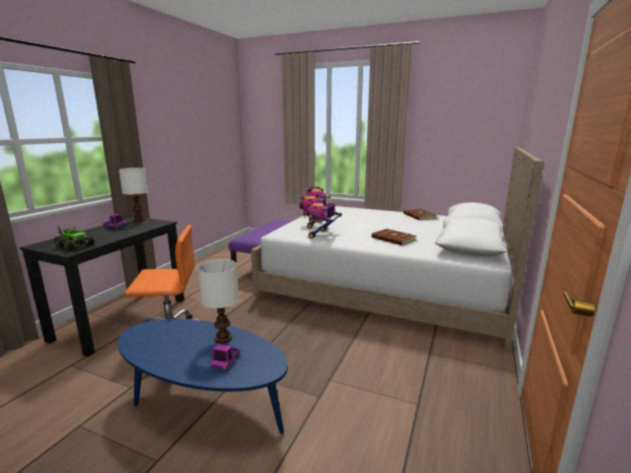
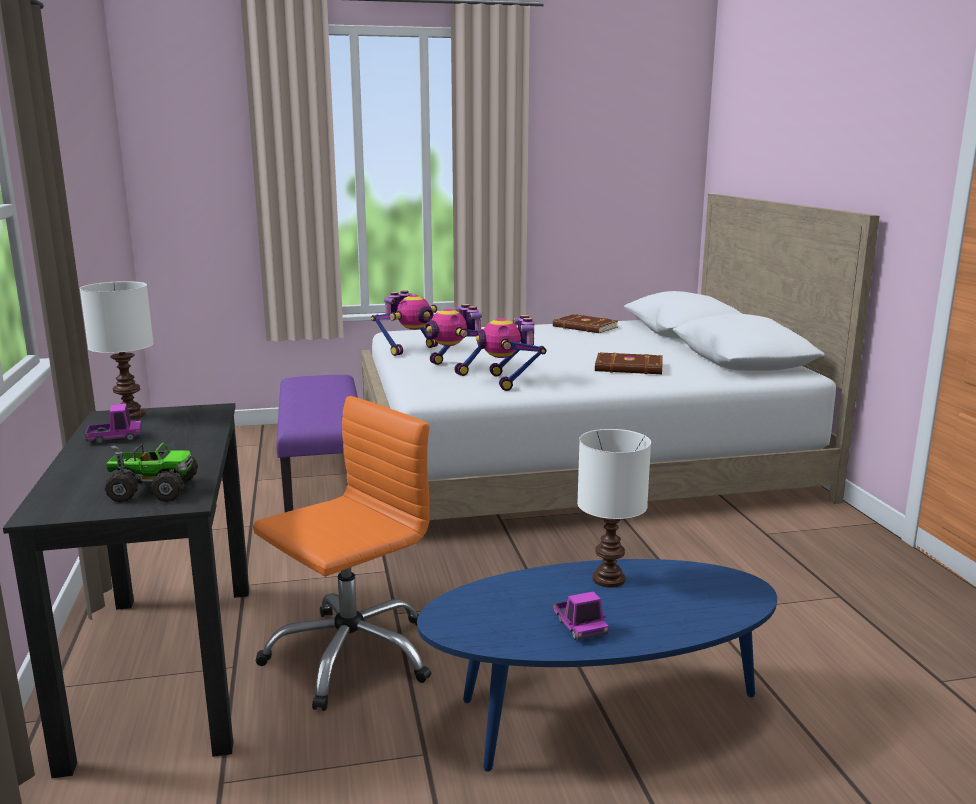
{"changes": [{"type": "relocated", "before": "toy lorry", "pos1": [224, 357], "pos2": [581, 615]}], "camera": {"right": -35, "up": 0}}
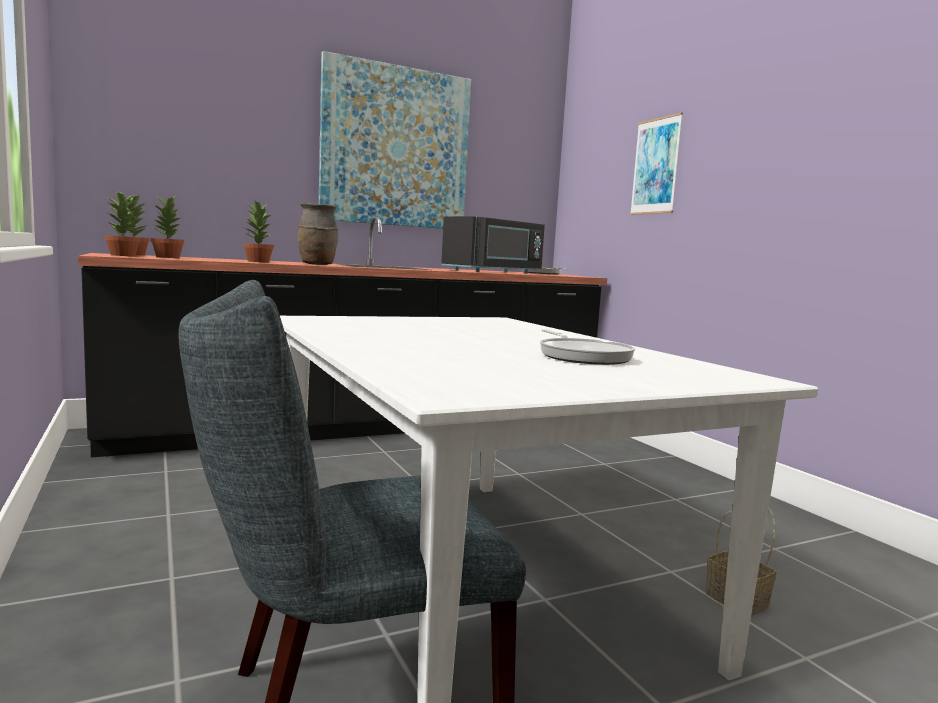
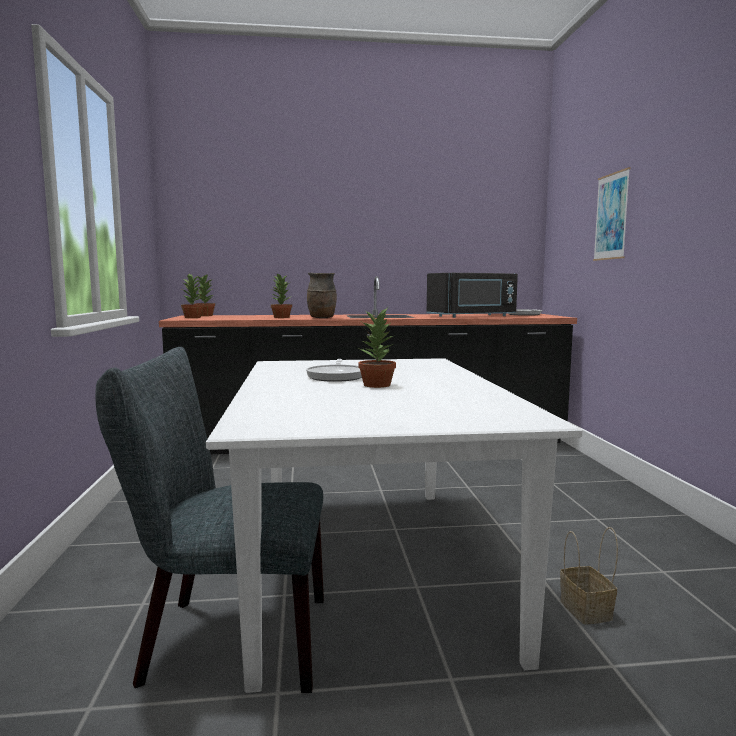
{"changes": [{"type": "missing", "before": "wall picture", "pos1": [395, 140]}, {"type": "relocated", "before": "potted plant", "pos1": [167, 226], "pos2": [377, 347]}, {"type": "relocated", "before": "pan", "pos1": [587, 347], "pos2": [334, 370]}], "camera": {"right": 20, "up": 0}}
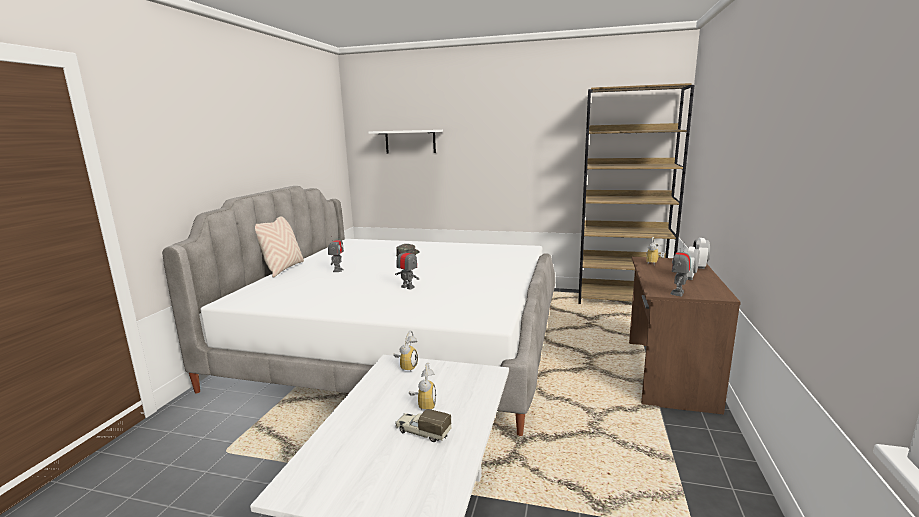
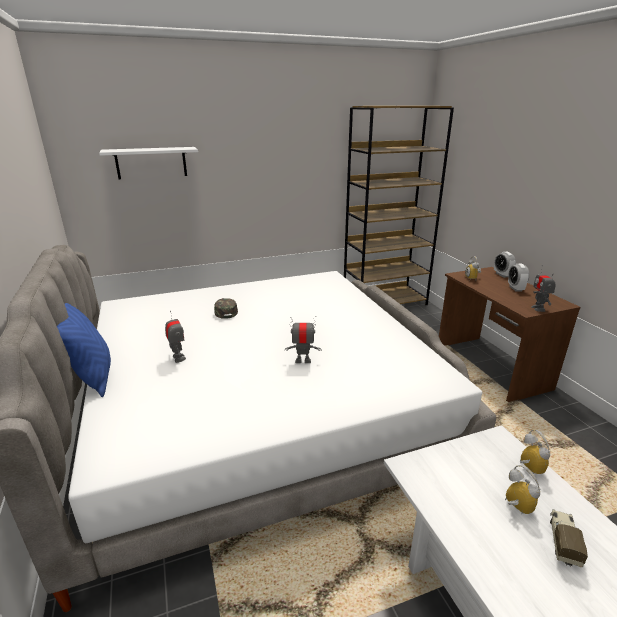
{"changes": [{"type": "colour", "before": "sand-coloured pillow", "after": "bluish pillow", "pos1": [279, 247], "pos2": [84, 350]}, {"type": "relocated", "before": "alarm clock", "pos1": [405, 351], "pos2": [535, 452]}, {"type": "spun", "before": "toy lorry", "pos1": [423, 425], "pos2": [569, 538], "turn": 120}], "camera": {"right": -35, "up": 10}}
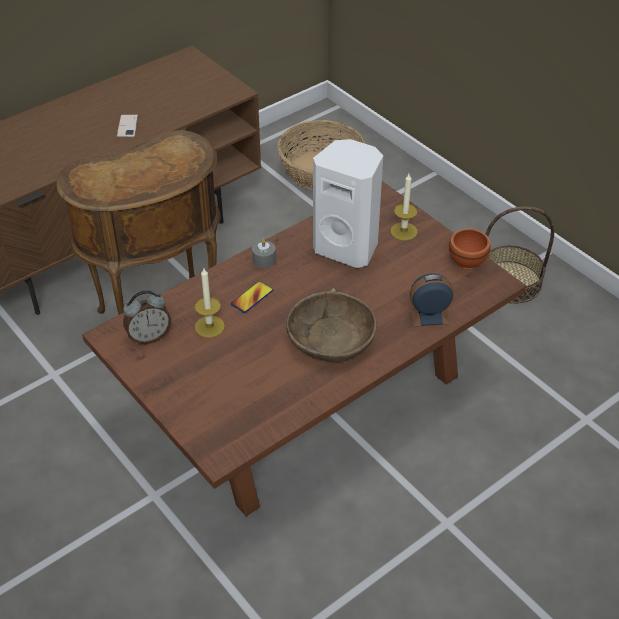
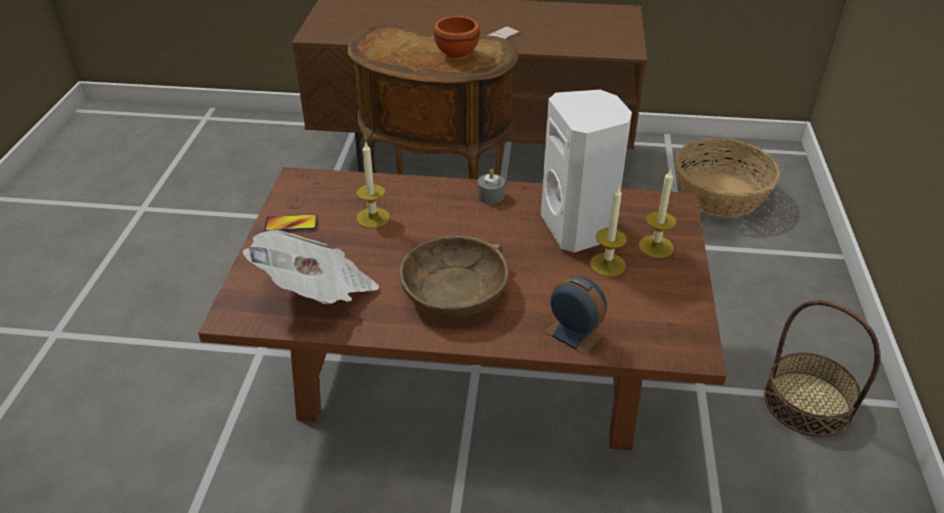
{"changes": [{"type": "relocated", "before": "brown-coloured serving bowl", "pos1": [469, 248], "pos2": [457, 38]}, {"type": "relocated", "before": "handset", "pos1": [252, 297], "pos2": [290, 222]}, {"type": "missing", "before": "alarm clock", "pos1": [147, 317]}, {"type": "appeared", "after": "wax light", "pos2": [608, 231]}, {"type": "appeared", "after": "daily paper", "pos2": [310, 267]}], "camera": {"right": 45, "up": -5}}
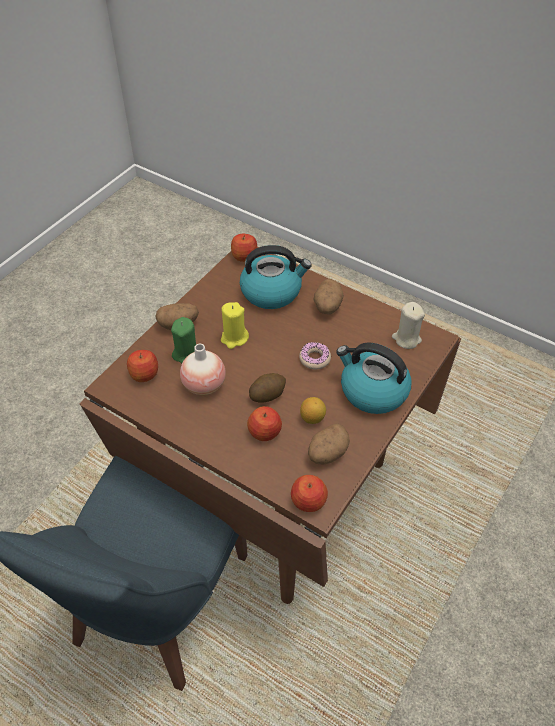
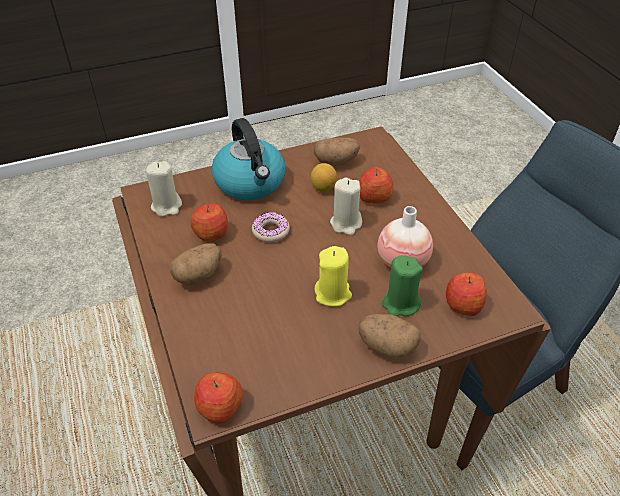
{"changes": [{"type": "missing", "before": "kettle", "pos1": [276, 277]}, {"type": "exchanged", "before": "spud", "after": "sand-coloured wax light", "pos1": [267, 388], "pos2": [346, 206]}, {"type": "relocated", "before": "whole apple", "pos1": [309, 493], "pos2": [209, 222]}], "camera": {"right": -145, "up": -5}}
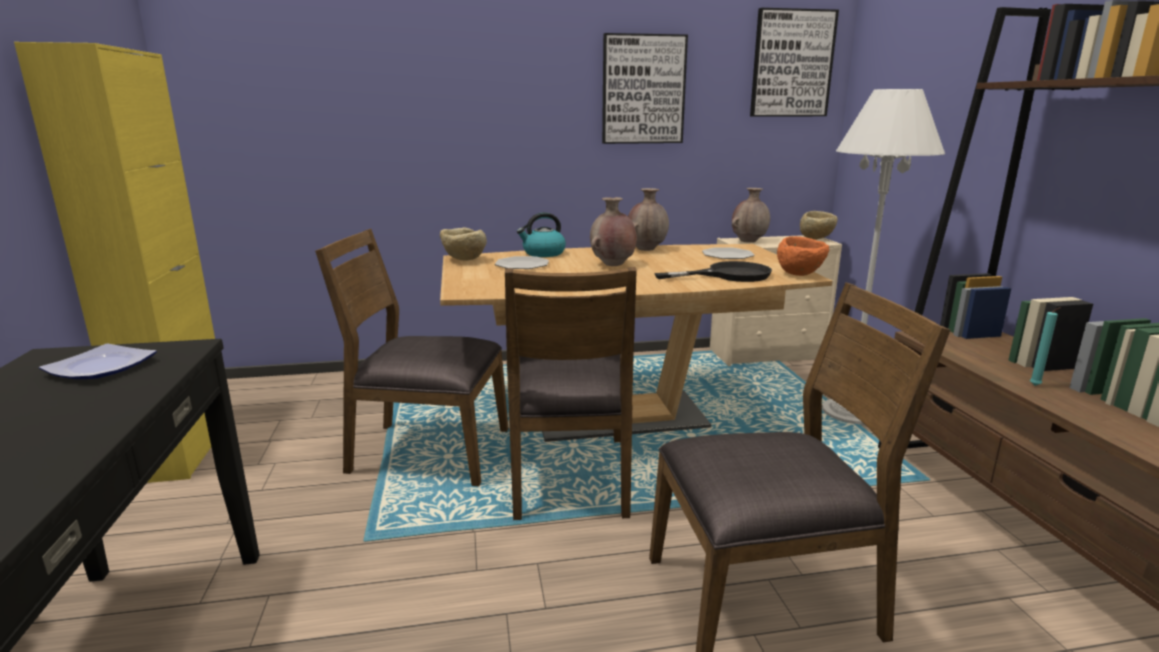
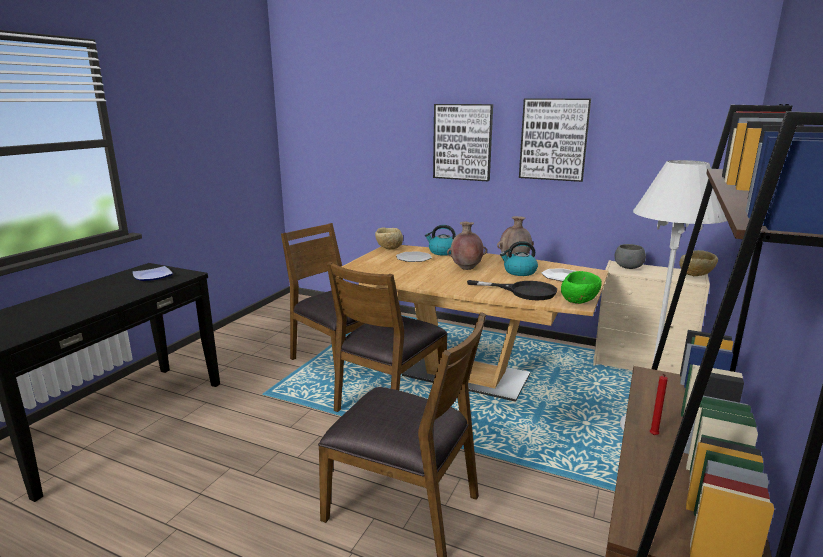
{"changes": [{"type": "relocated", "before": "wall picture", "pos1": [794, 62], "pos2": [463, 142]}, {"type": "missing", "before": "yellowish cabinet", "pos1": [114, 262]}, {"type": "exchanged", "before": "brown-coloured flower vase", "after": "greyish serving bowl", "pos1": [751, 215], "pos2": [630, 256]}, {"type": "colour", "before": "orange serving bowl", "after": "greenish serving bowl", "pos1": [803, 256], "pos2": [581, 287]}, {"type": "colour", "before": "turquoise wax light", "after": "reddish wax light", "pos1": [1045, 346], "pos2": [659, 404]}, {"type": "appeared", "after": "kettle", "pos2": [519, 258]}], "camera": {"right": 35, "up": 0}}
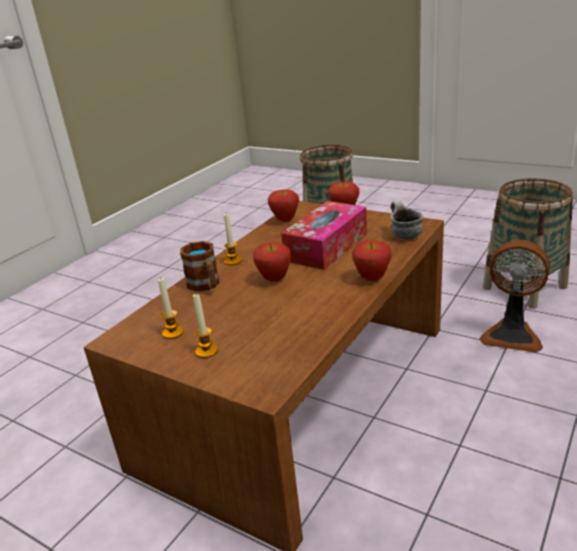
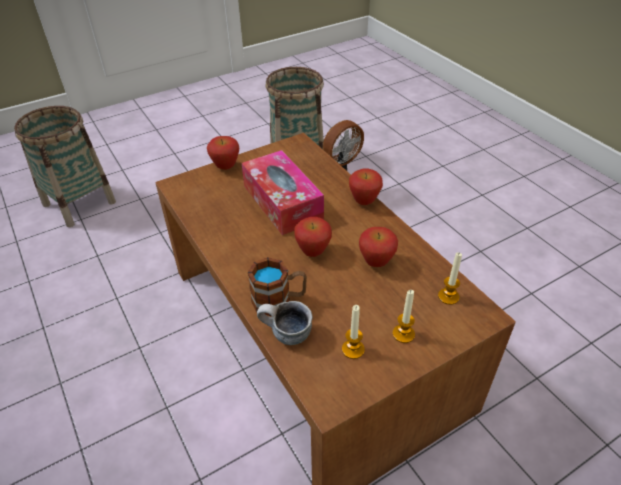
{"changes": [{"type": "relocated", "before": "whole apple", "pos1": [283, 205], "pos2": [378, 247]}, {"type": "relocated", "before": "tea mug", "pos1": [407, 219], "pos2": [285, 323]}, {"type": "relocated", "before": "wax light", "pos1": [233, 239], "pos2": [450, 278]}], "camera": {"right": -65, "up": 15}}
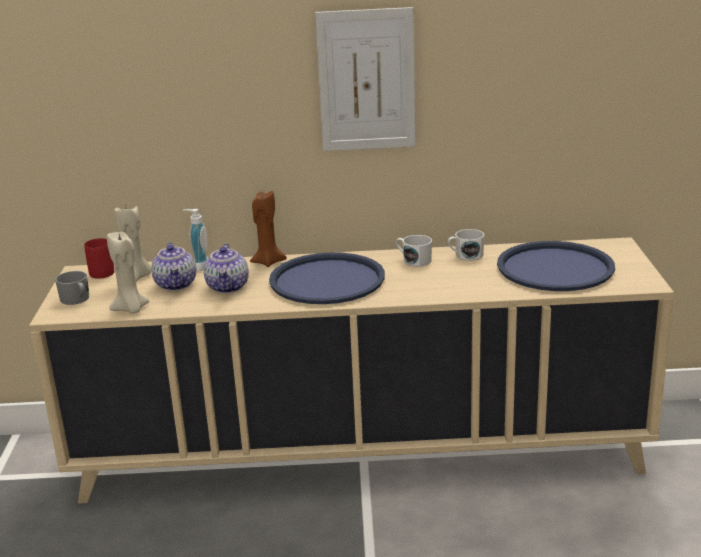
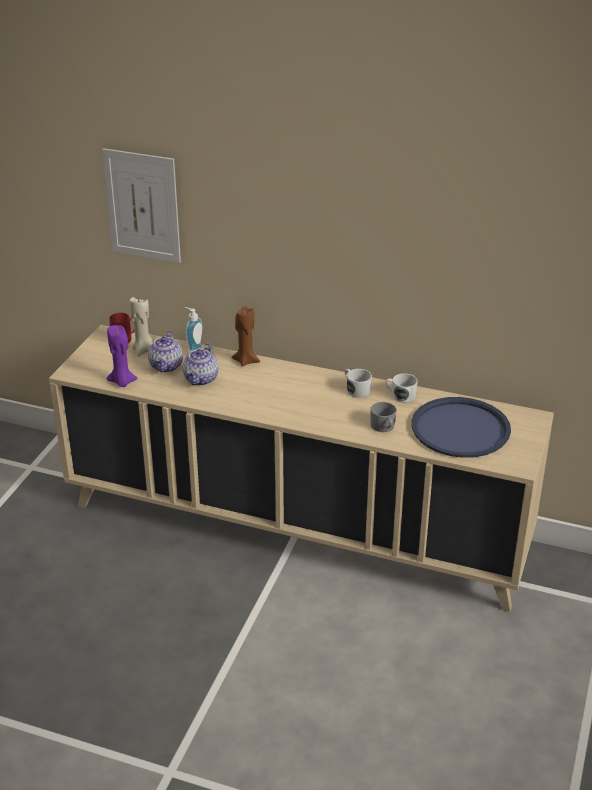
{"changes": [{"type": "relocated", "before": "wall picture", "pos1": [365, 79], "pos2": [141, 205]}, {"type": "colour", "before": "sand-coloured wax light", "after": "purplish wax light", "pos1": [128, 272], "pos2": [122, 356]}, {"type": "missing", "before": "bluish carrying tray", "pos1": [327, 278]}, {"type": "relocated", "before": "greyish tea mug", "pos1": [72, 288], "pos2": [383, 417]}], "camera": {"right": 20, "up": 10}}
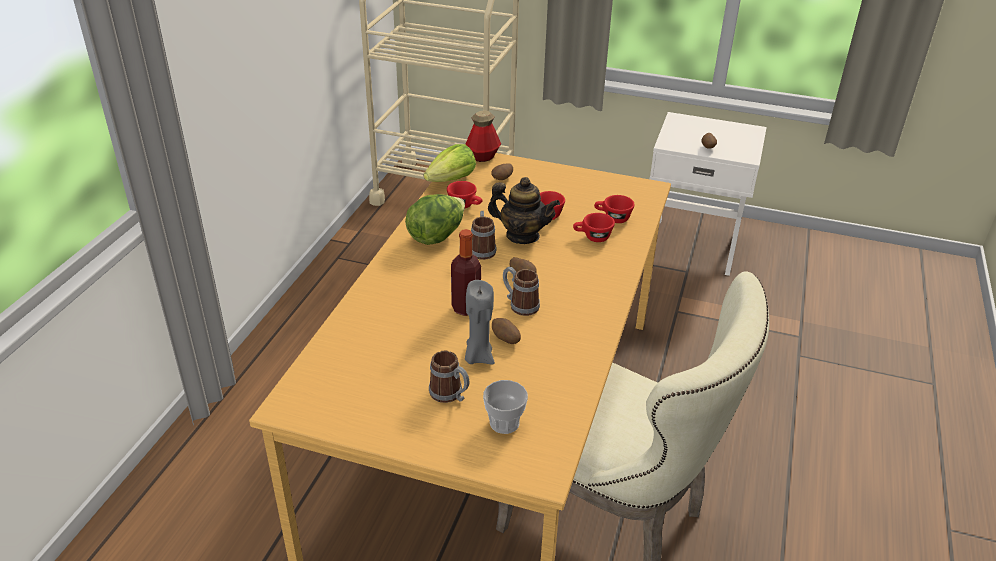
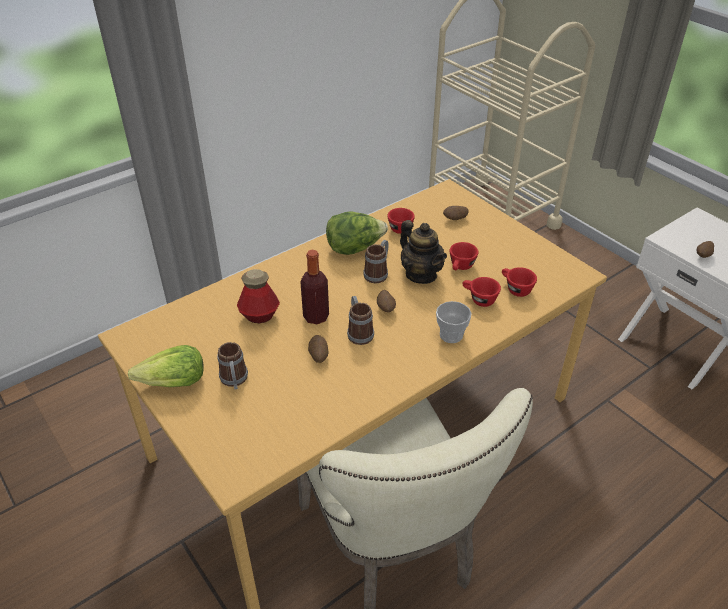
{"changes": [{"type": "relocated", "before": "beverage bottle", "pos1": [483, 136], "pos2": [258, 296]}, {"type": "relocated", "before": "lettuce head", "pos1": [450, 163], "pos2": [166, 366]}, {"type": "missing", "before": "greyish wax light", "pos1": [480, 322]}, {"type": "relocated", "before": "small cup", "pos1": [505, 407], "pos2": [453, 322]}], "camera": {"right": 35, "up": 5}}
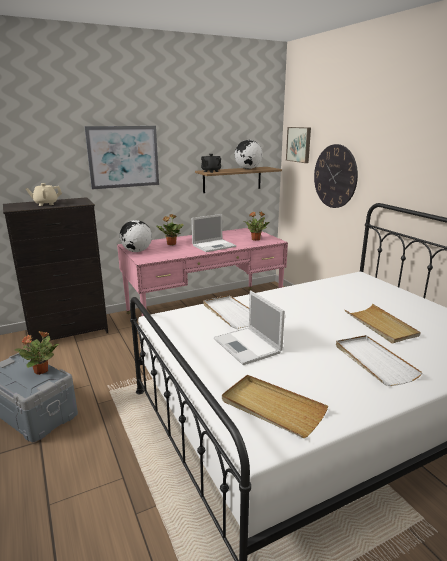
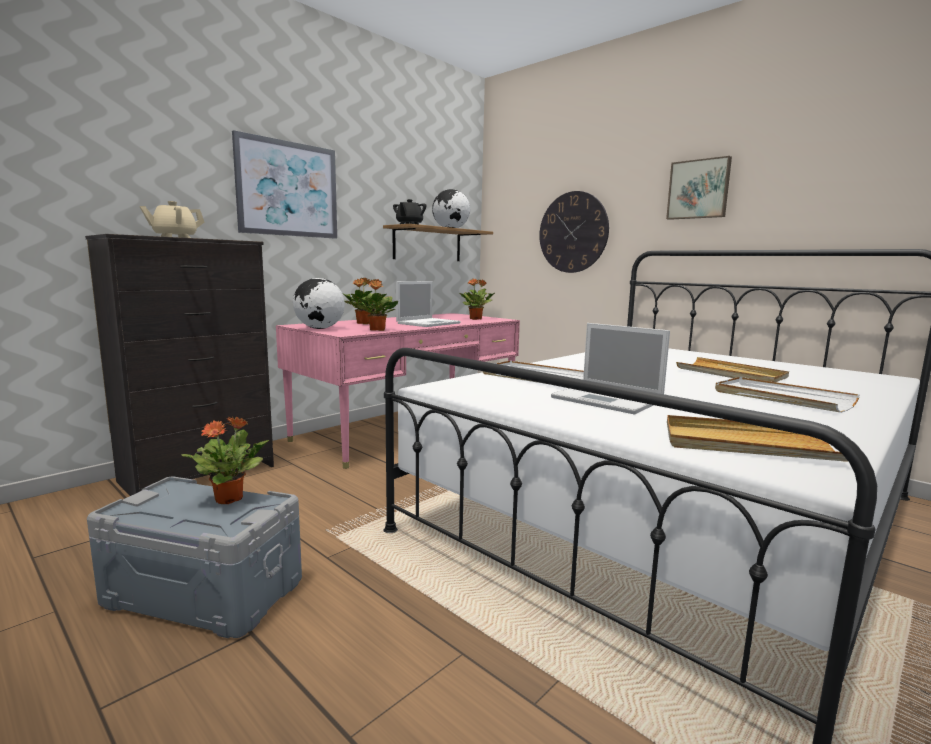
{"changes": [{"type": "relocated", "before": "wall picture", "pos1": [298, 145], "pos2": [699, 188]}, {"type": "appeared", "after": "potted plant", "pos2": [377, 305]}], "camera": {"right": -20, "up": -10}}
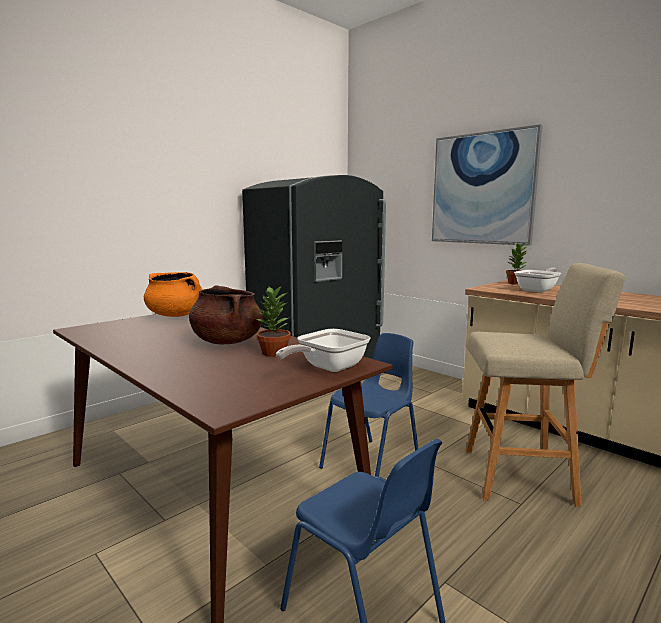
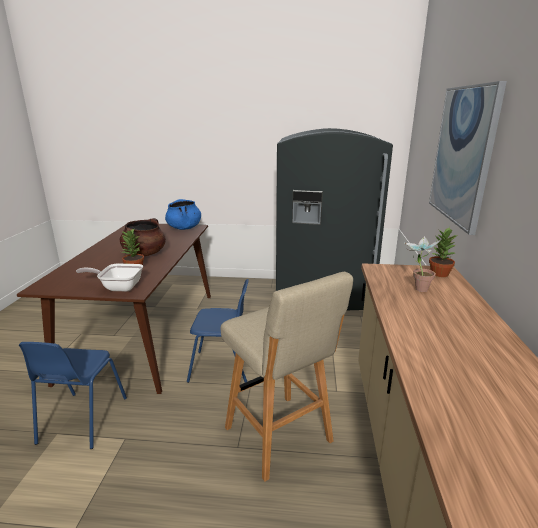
{"changes": [{"type": "exchanged", "before": "pan", "after": "potted plant", "pos1": [537, 280], "pos2": [422, 264]}, {"type": "colour", "before": "orange stockpot", "after": "bluish stockpot", "pos1": [173, 294], "pos2": [183, 214]}], "camera": {"right": 50, "up": 10}}
